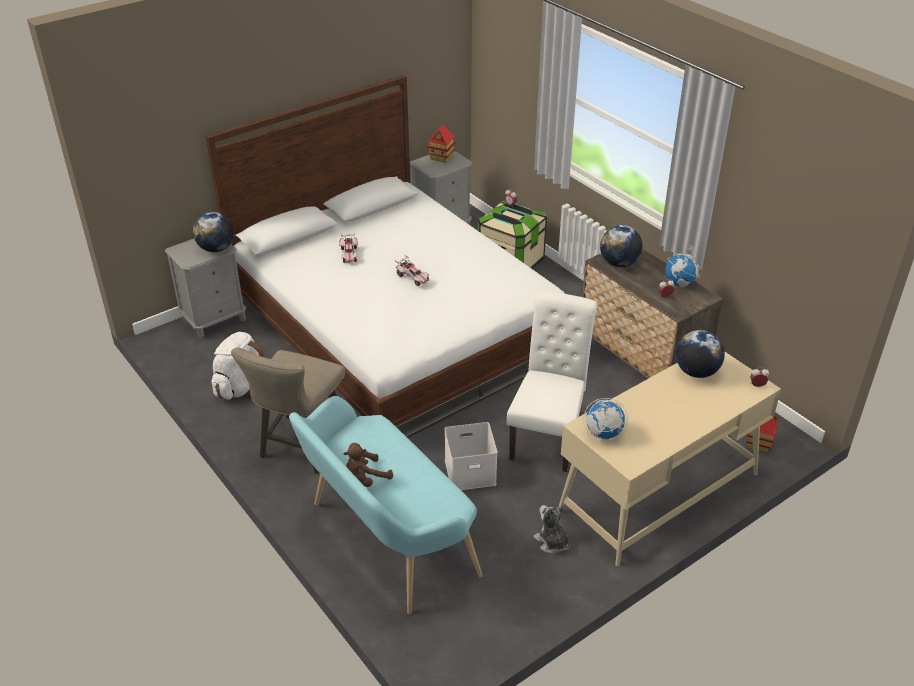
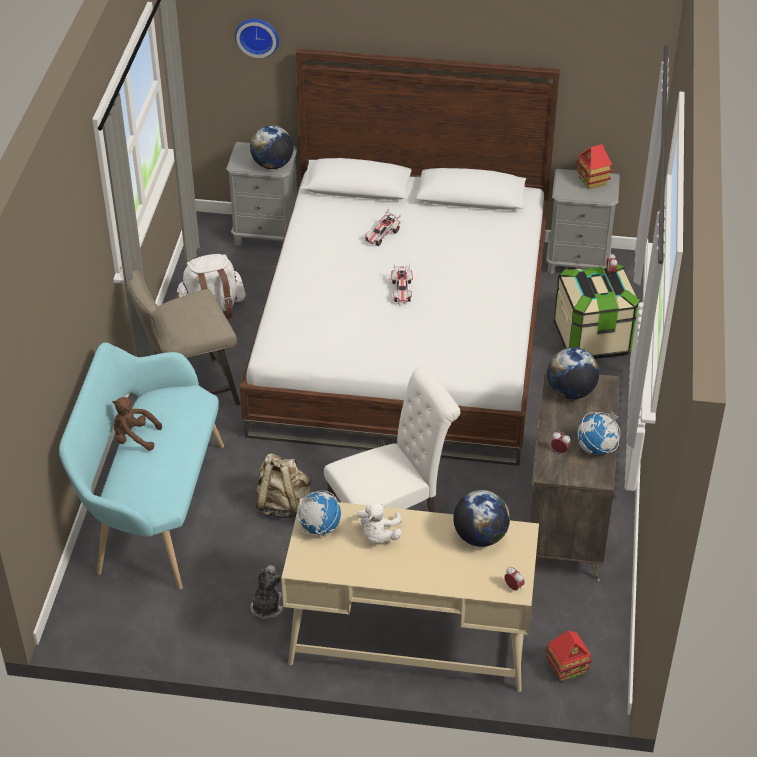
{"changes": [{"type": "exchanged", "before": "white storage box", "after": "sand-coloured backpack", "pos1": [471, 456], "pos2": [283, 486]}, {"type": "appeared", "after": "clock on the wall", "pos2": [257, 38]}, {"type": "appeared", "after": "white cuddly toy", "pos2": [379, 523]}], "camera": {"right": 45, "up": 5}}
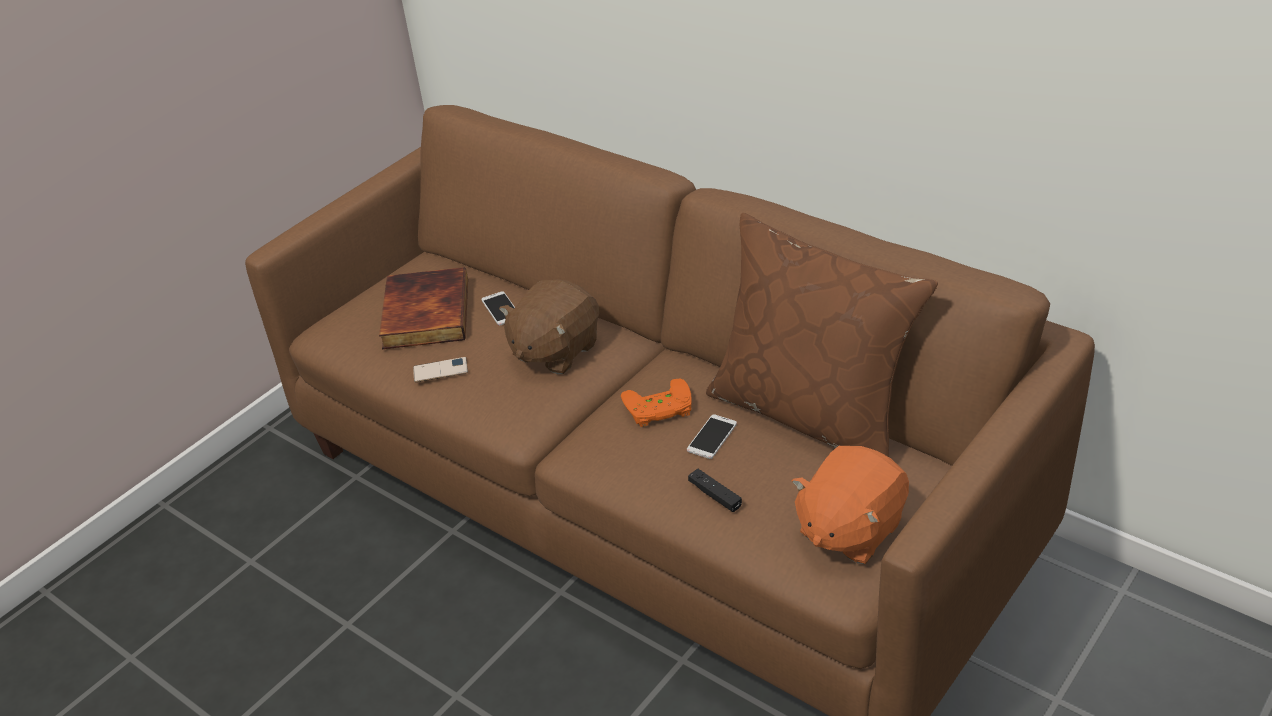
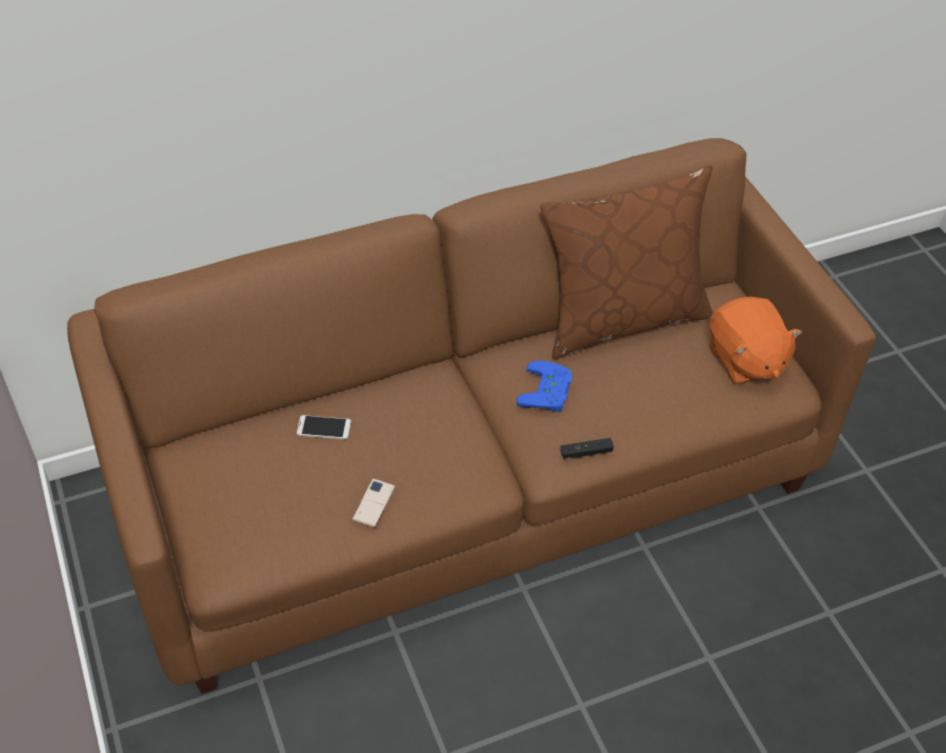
{"changes": [{"type": "missing", "before": "book", "pos1": [423, 308]}, {"type": "missing", "before": "brown-coloured cuddly toy", "pos1": [549, 326]}, {"type": "colour", "before": "orange joypad", "after": "bluish joypad", "pos1": [656, 402], "pos2": [544, 386]}, {"type": "missing", "before": "handset", "pos1": [712, 436]}, {"type": "relocated", "before": "black joypad", "pos1": [715, 490], "pos2": [587, 448]}], "camera": {"right": -65, "up": 10}}
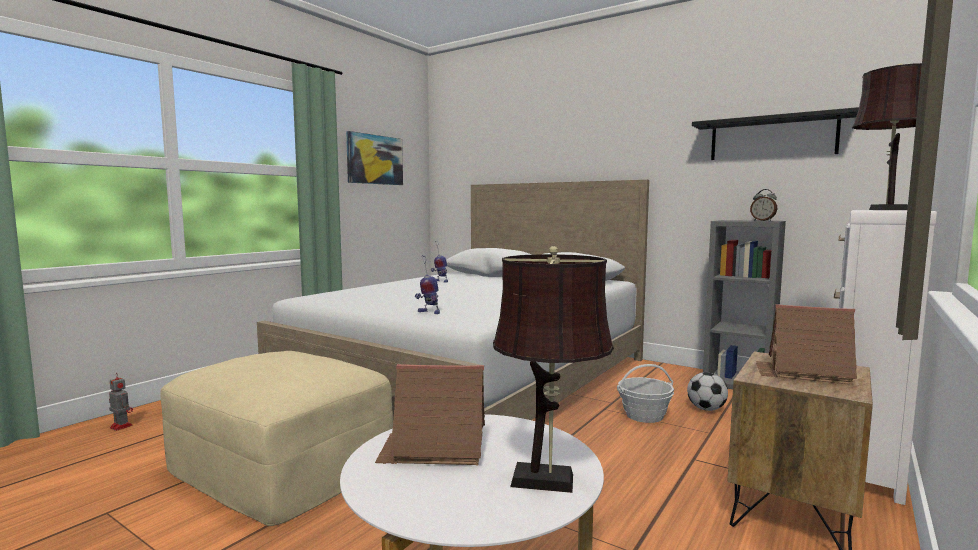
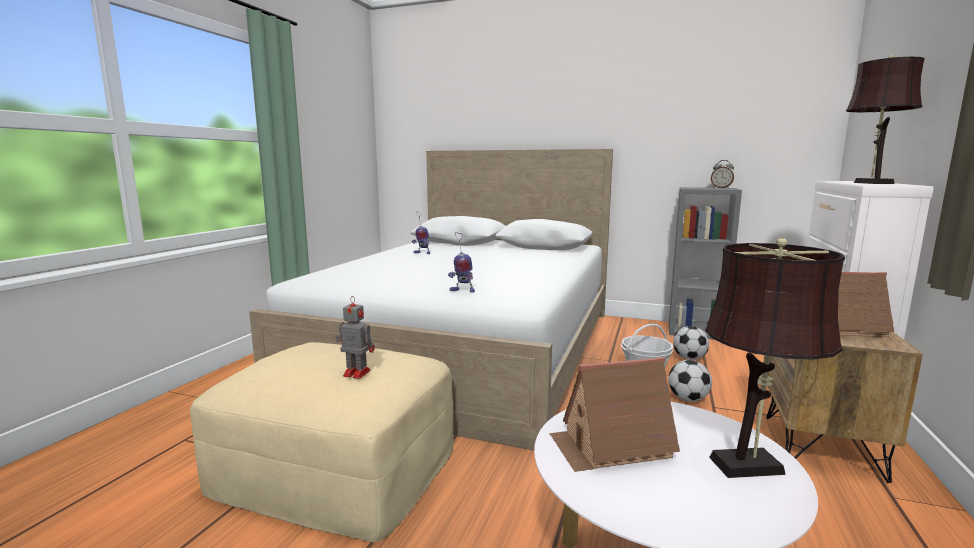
{"changes": [{"type": "missing", "before": "black bracket shelf", "pos1": [775, 133]}, {"type": "missing", "before": "wall picture", "pos1": [374, 158]}, {"type": "relocated", "before": "toy robot", "pos1": [121, 402], "pos2": [355, 338]}, {"type": "appeared", "after": "football ball", "pos2": [690, 380]}], "camera": {"right": -15, "up": 5}}
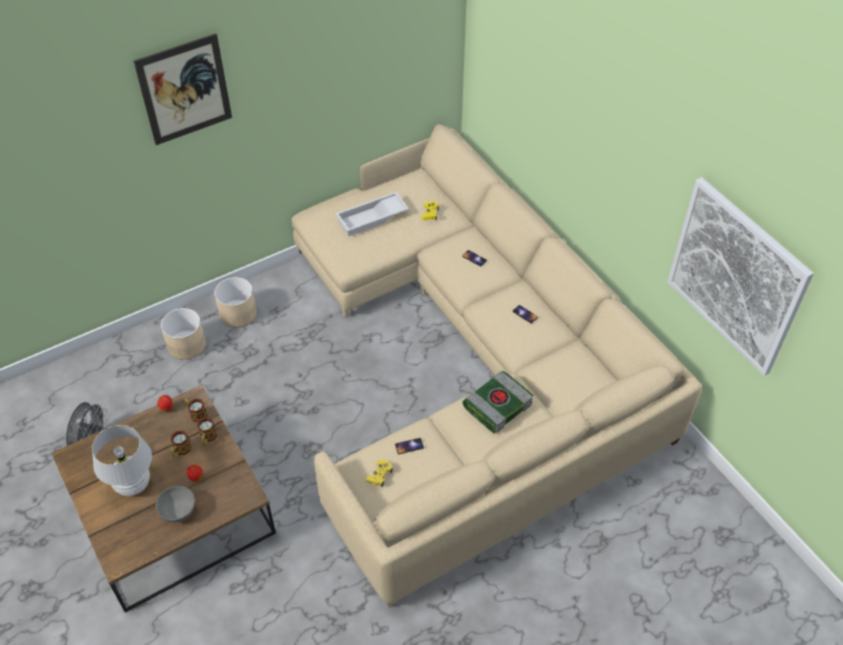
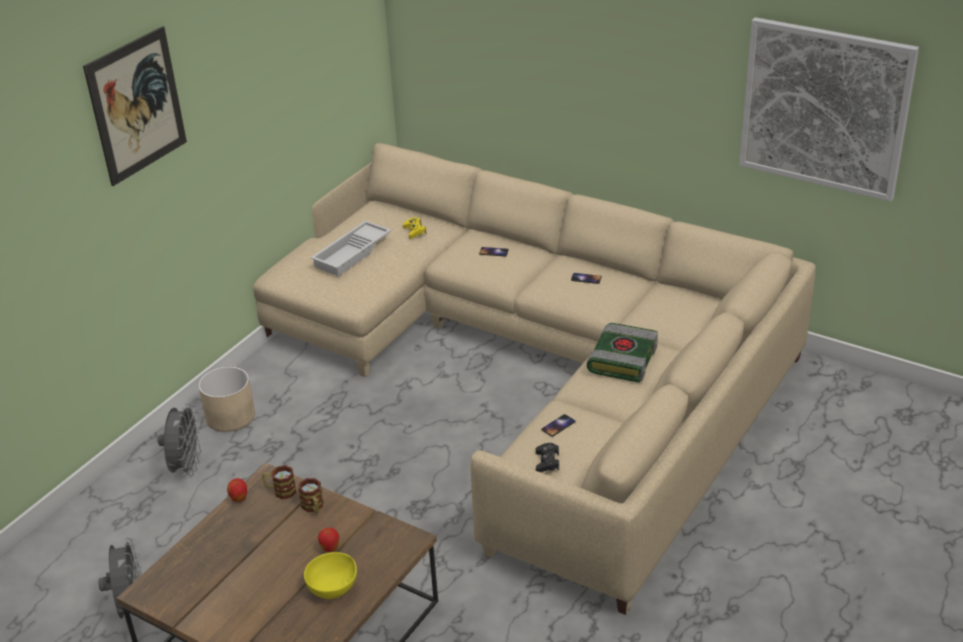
{"changes": [{"type": "exchanged", "before": "sand-coloured flower pot", "after": "greyish fan", "pos1": [183, 334], "pos2": [180, 440]}, {"type": "missing", "before": "white table lamp", "pos1": [122, 460]}, {"type": "missing", "before": "tea mug", "pos1": [181, 444]}, {"type": "colour", "before": "yellowish joypad", "after": "black joypad", "pos1": [379, 473], "pos2": [547, 457]}, {"type": "colour", "before": "greyish serving bowl", "after": "yellowish serving bowl", "pos1": [175, 504], "pos2": [330, 575]}], "camera": {"right": -25, "up": -15}}
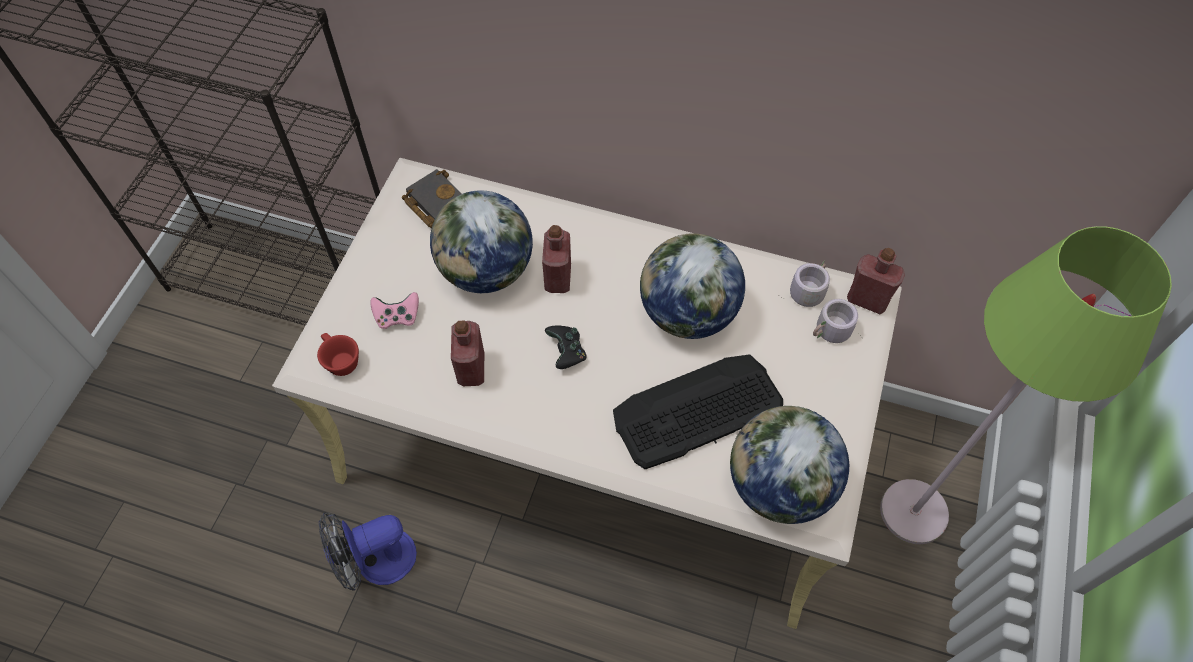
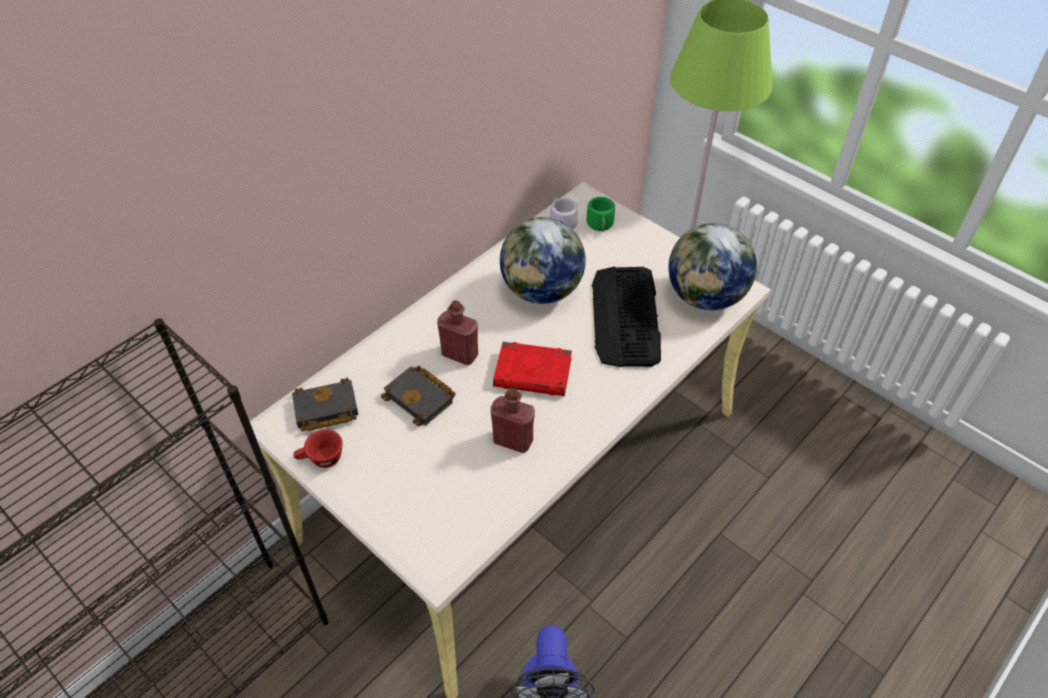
{"changes": [{"type": "exchanged", "before": "world globe", "after": "black book", "pos1": [481, 241], "pos2": [418, 396]}, {"type": "missing", "before": "reddish beverage bottle", "pos1": [876, 281]}, {"type": "missing", "before": "pink-coloured joypad", "pos1": [394, 310]}, {"type": "colour", "before": "greyish tea mug", "after": "greenish tea mug", "pos1": [836, 321], "pos2": [601, 214]}, {"type": "exchanged", "before": "black joypad", "after": "reddish book", "pos1": [566, 347], "pos2": [532, 369]}, {"type": "relocated", "before": "reddish small cup", "pos1": [338, 354], "pos2": [318, 448]}], "camera": {"right": -65, "up": -10}}
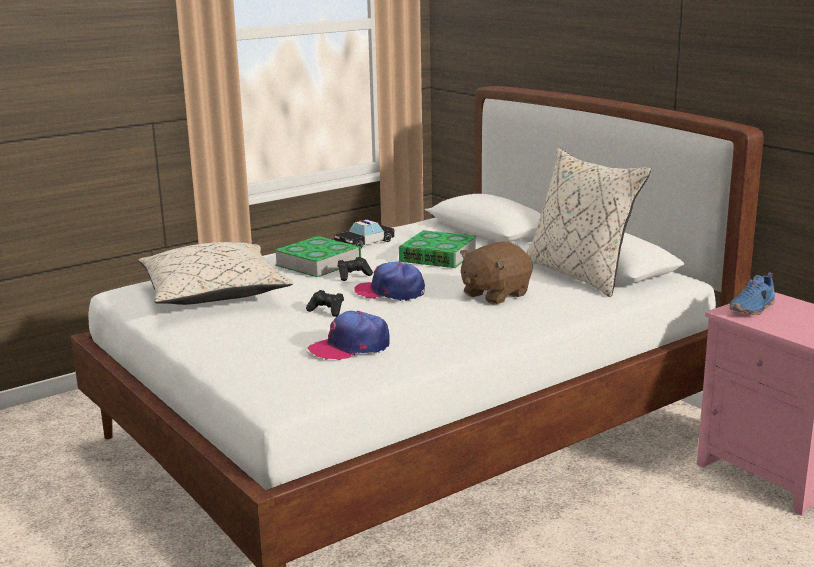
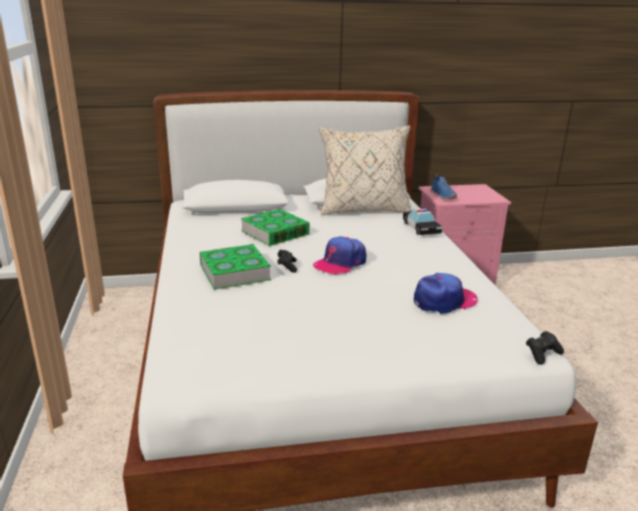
{"changes": [{"type": "relocated", "before": "toy car", "pos1": [365, 234], "pos2": [422, 222]}, {"type": "missing", "before": "sand-coloured pillow", "pos1": [216, 273]}, {"type": "missing", "before": "brown-coloured cuddly toy", "pos1": [496, 273]}, {"type": "relocated", "before": "black joypad", "pos1": [325, 303], "pos2": [545, 347]}, {"type": "spun", "before": "cap", "pos1": [348, 335], "pos2": [446, 293], "turn": -120}], "camera": {"right": -65, "up": 5}}
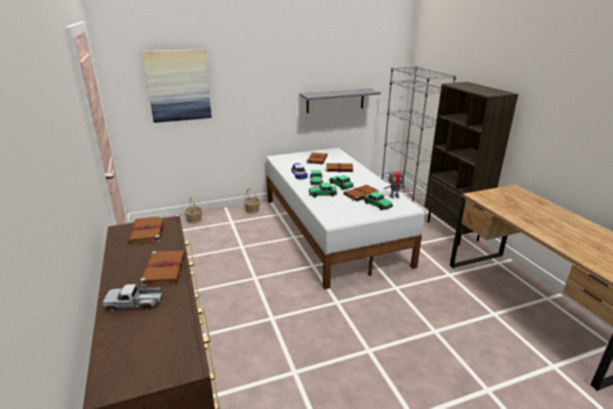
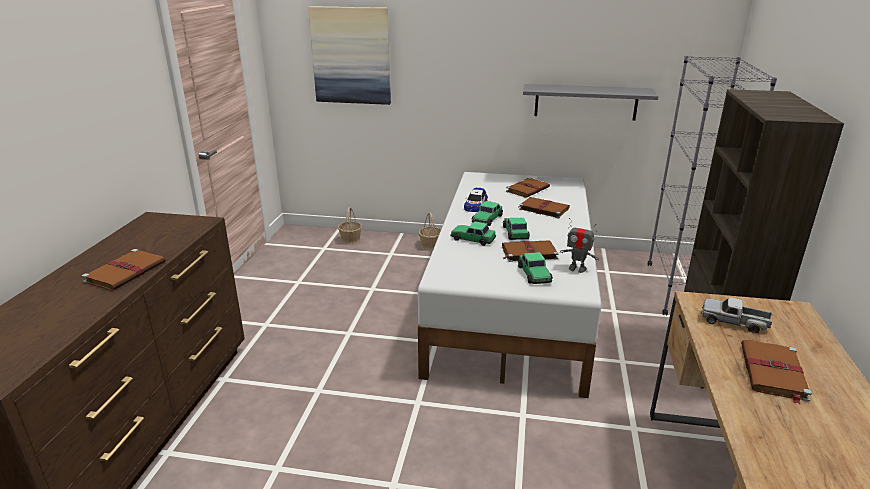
{"changes": [{"type": "relocated", "before": "brown-coloured book", "pos1": [146, 230], "pos2": [776, 372]}, {"type": "relocated", "before": "toy lorry", "pos1": [132, 298], "pos2": [736, 315]}], "camera": {"right": 30, "up": 0}}
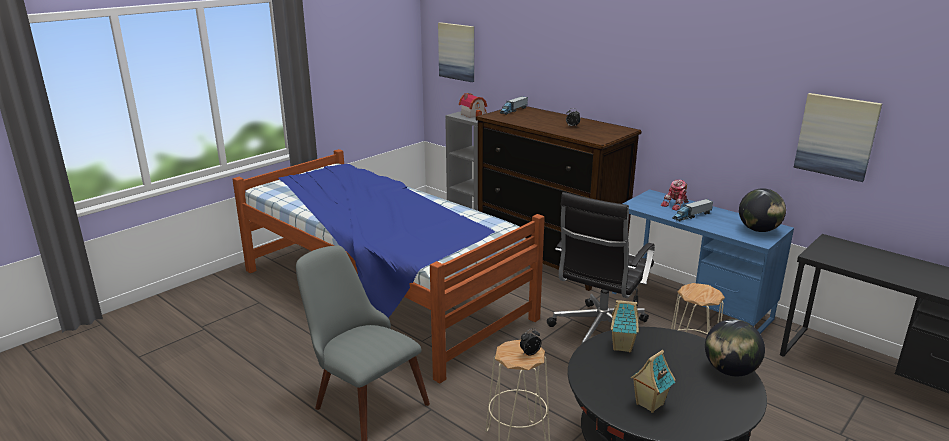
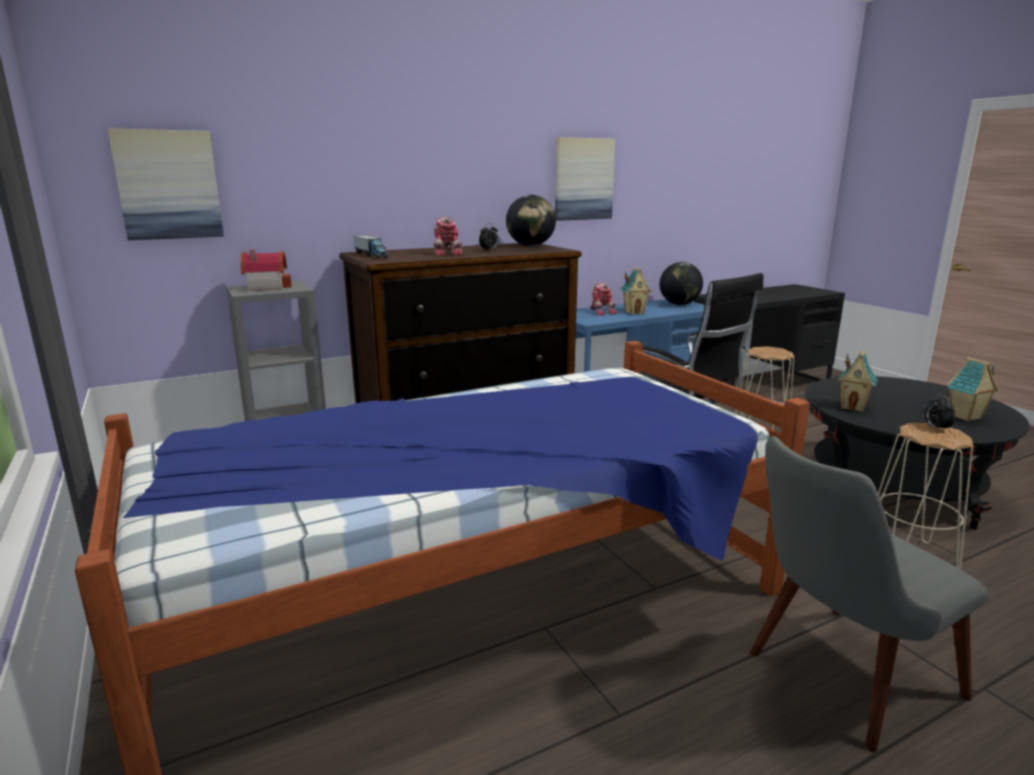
{"changes": [{"type": "relocated", "before": "wall picture", "pos1": [837, 137], "pos2": [585, 179]}, {"type": "exchanged", "before": "toy lorry", "after": "miniature house", "pos1": [692, 210], "pos2": [636, 290]}, {"type": "relocated", "before": "world globe", "pos1": [735, 348], "pos2": [531, 220]}, {"type": "appeared", "after": "toy robot", "pos2": [448, 236]}], "camera": {"right": -70, "up": -5}}
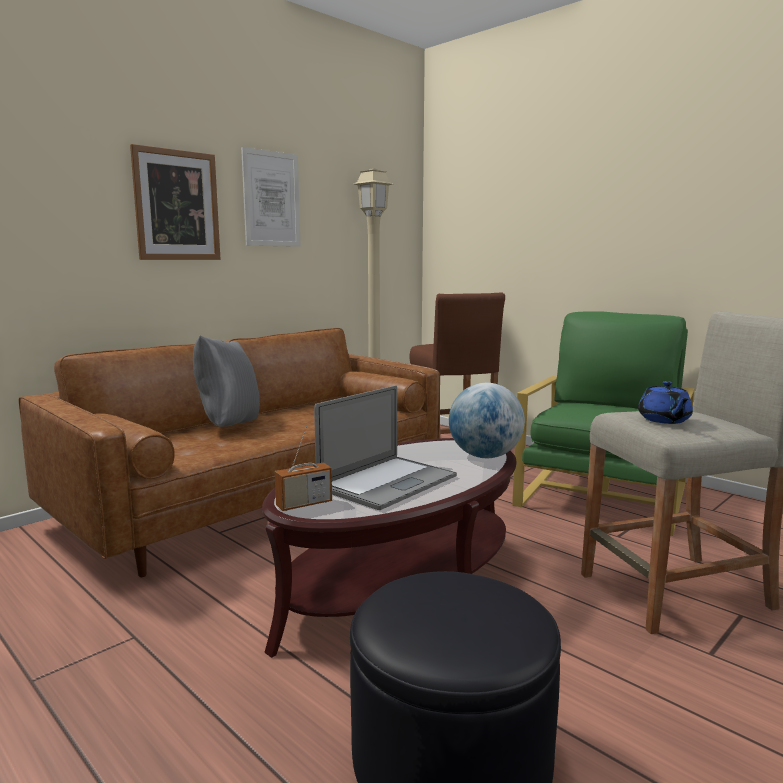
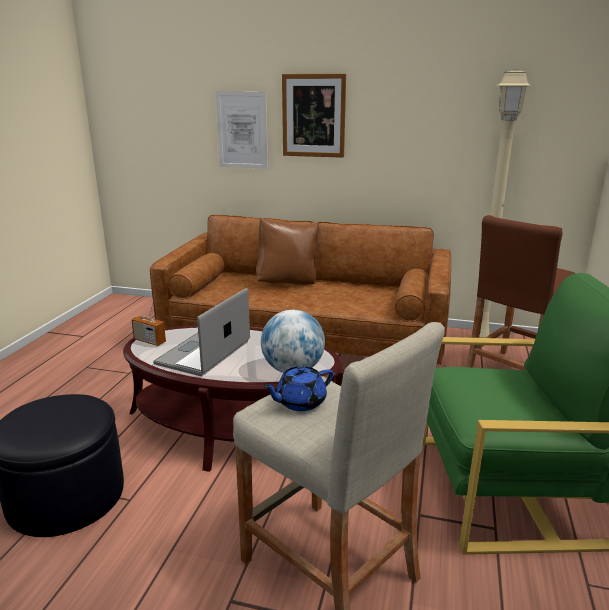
{"changes": [{"type": "relocated", "before": "wall picture", "pos1": [271, 197], "pos2": [242, 130]}, {"type": "colour", "before": "greyish pillow", "after": "brown-coloured pillow", "pos1": [226, 381], "pos2": [287, 251]}, {"type": "spun", "before": "laptop", "pos1": [385, 447], "pos2": [201, 332], "turn": 105}], "camera": {"right": 60, "up": 10}}
